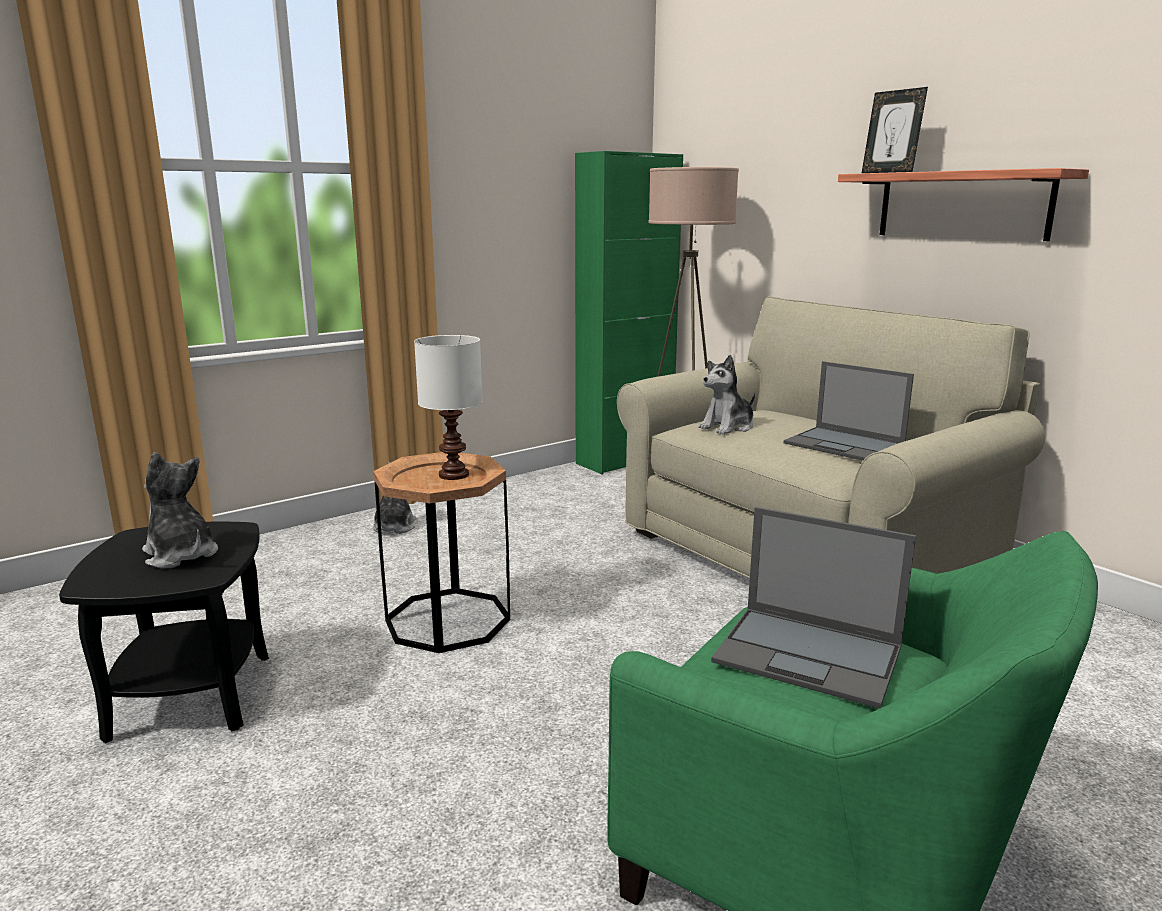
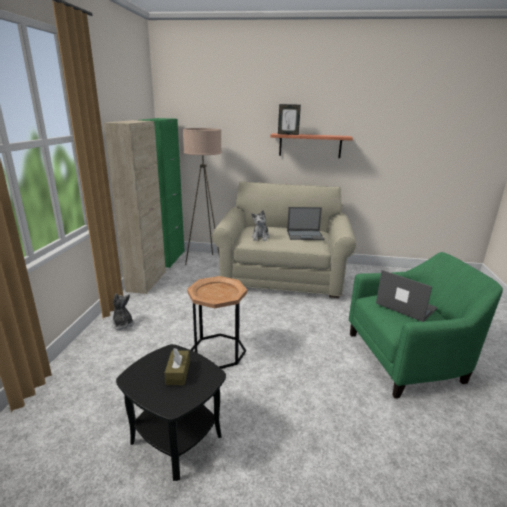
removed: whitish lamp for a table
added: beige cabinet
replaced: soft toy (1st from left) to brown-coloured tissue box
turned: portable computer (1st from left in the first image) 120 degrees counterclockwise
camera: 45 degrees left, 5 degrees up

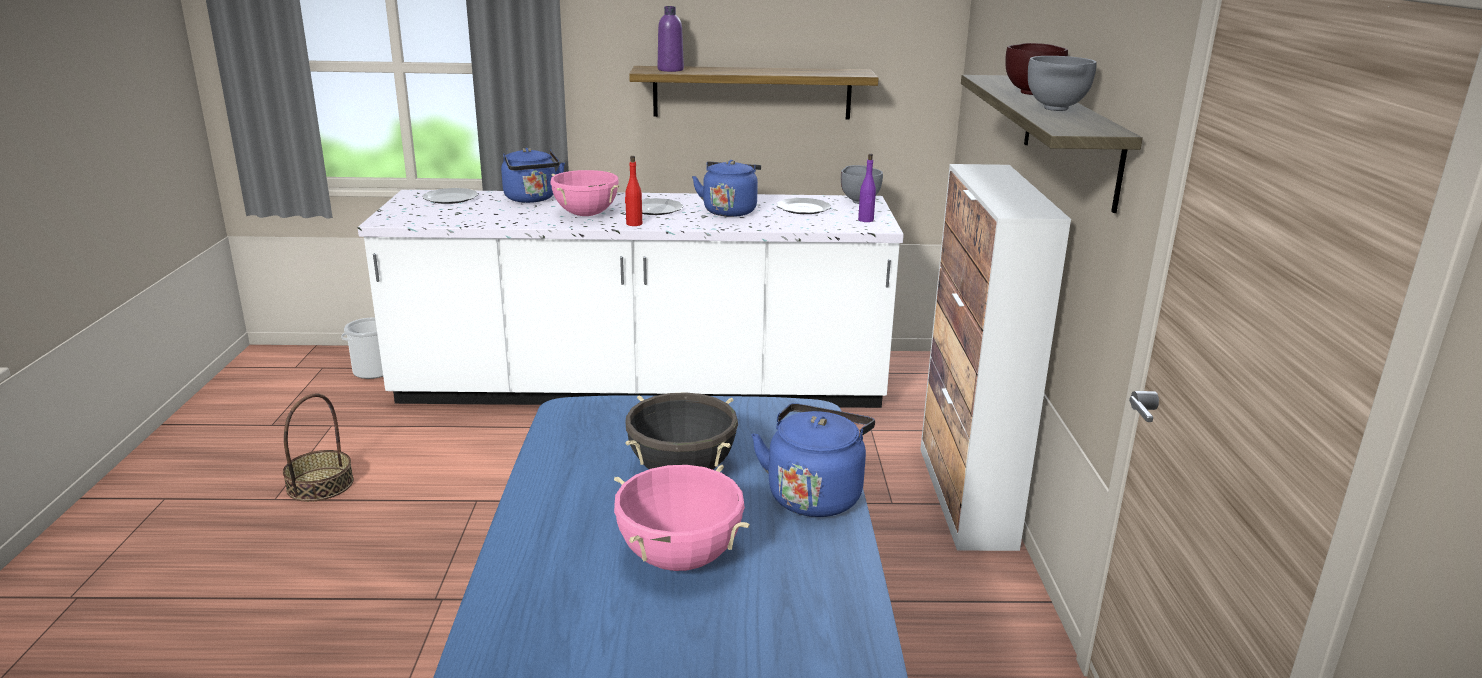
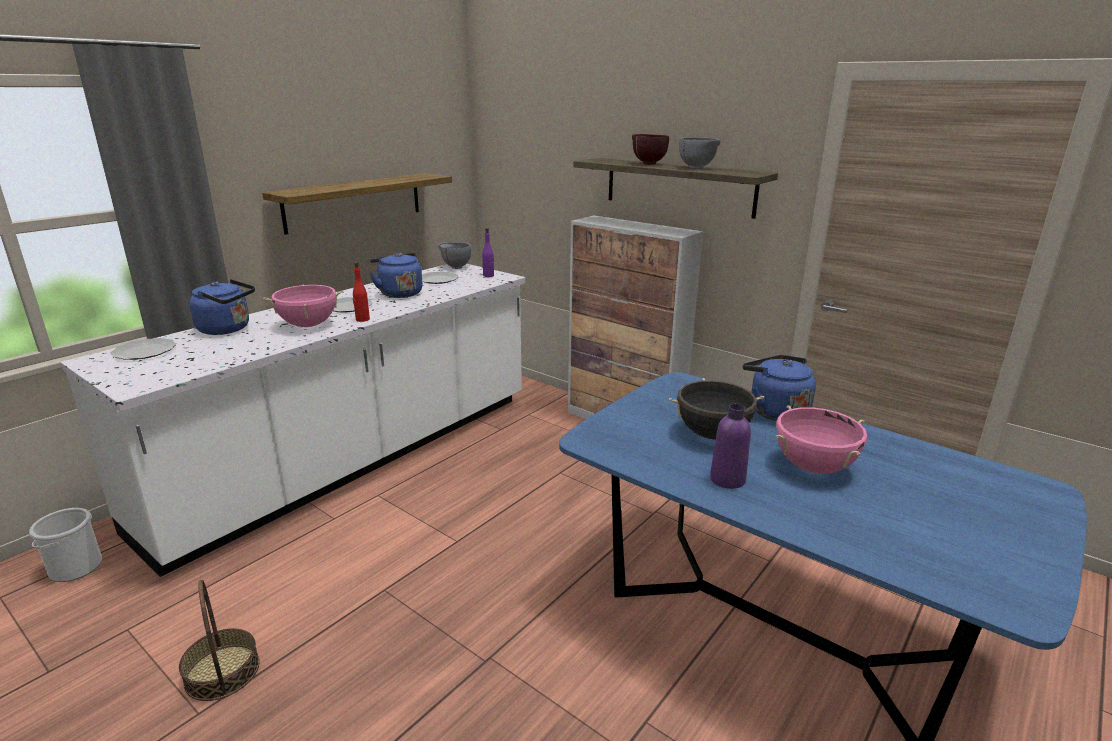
moved: purple bottle (1st from left in the first image) to purple bottle (2nd from left)
camera: 50 degrees left, 0 degrees up

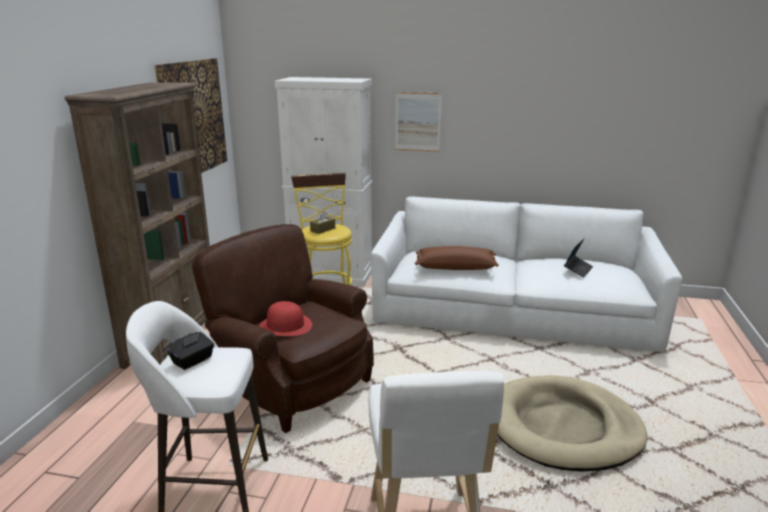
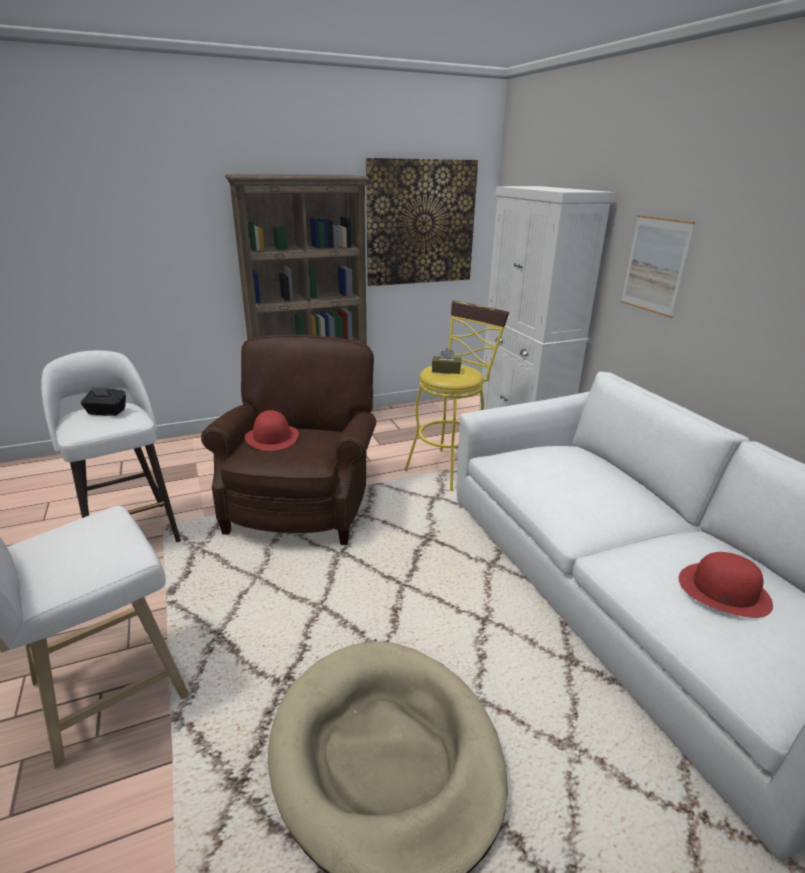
removed: brown-coloured cushion
replaced: portable computer to red-coloured wearable hat (2nd from left)
camera: 55 degrees right, 5 degrees up

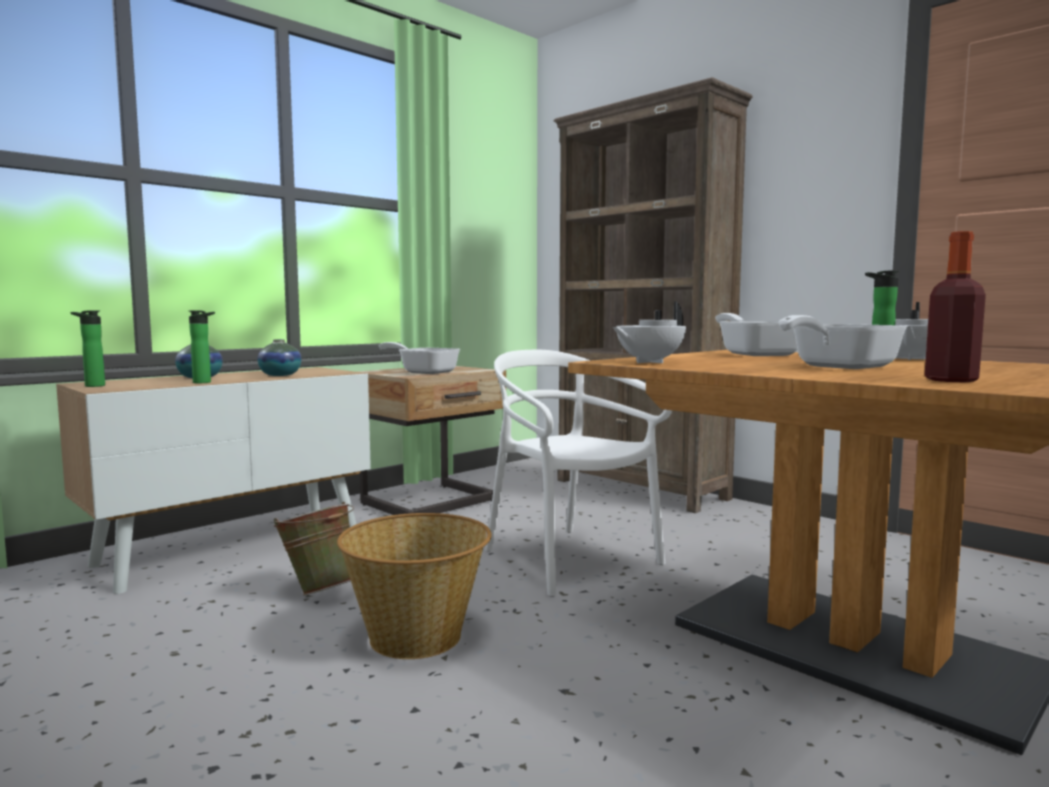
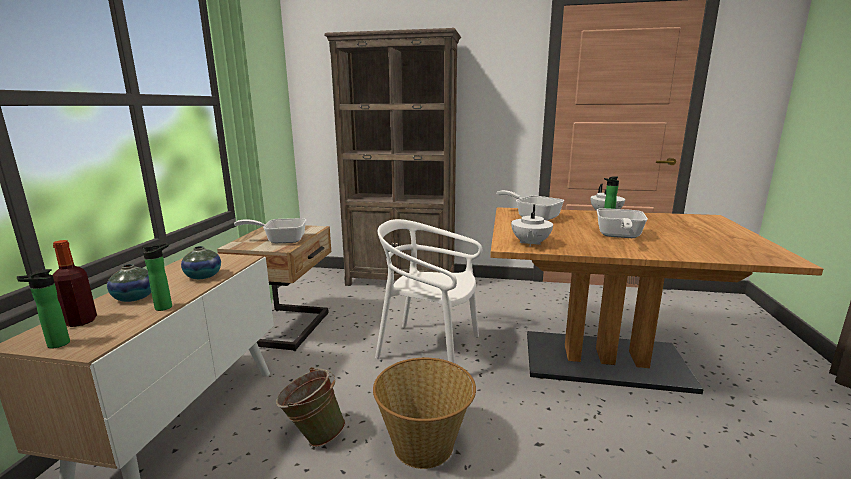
moved: bottle (4th from left in the first image) to bottle (2nd from left)
camera: 35 degrees left, 10 degrees up

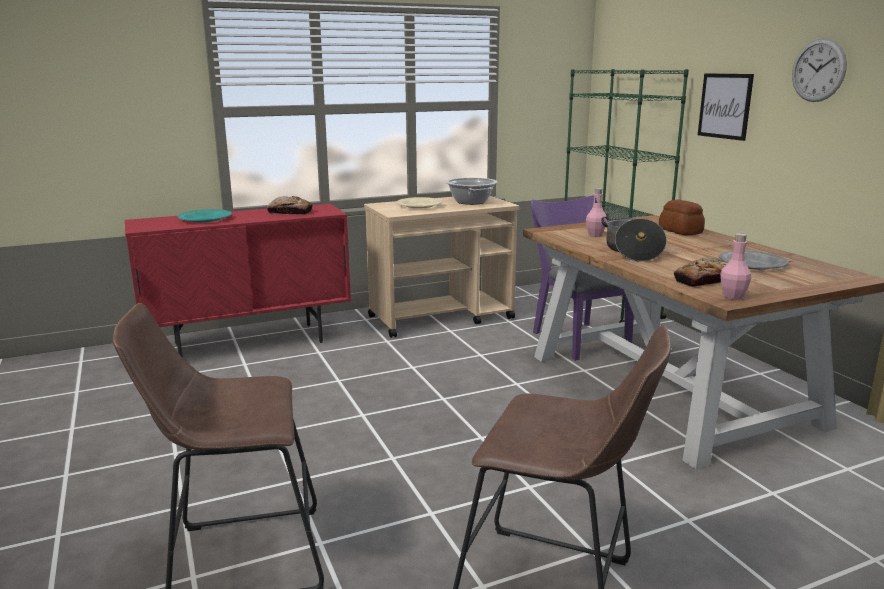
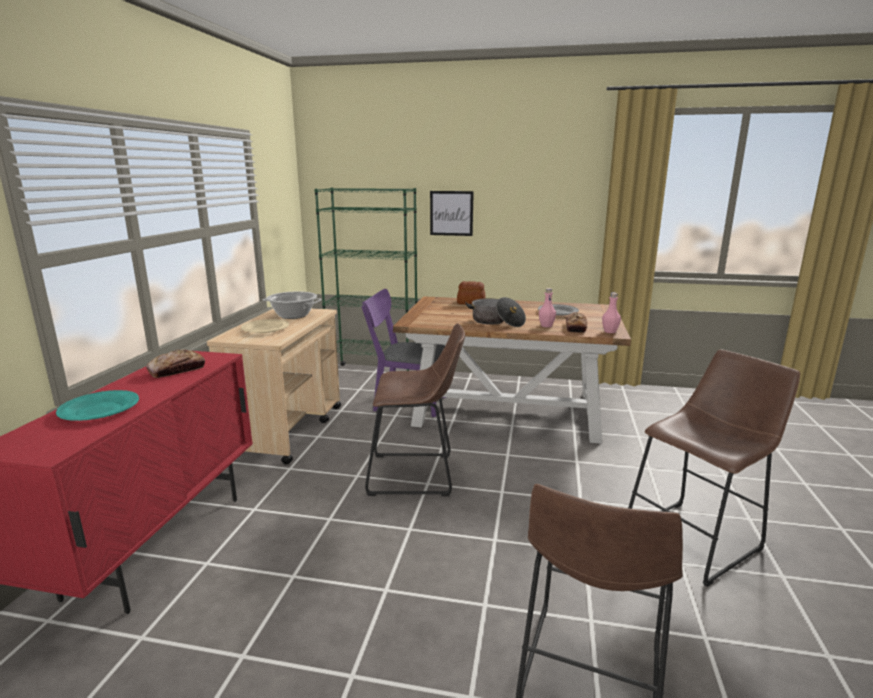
removed: clock on the wall
added: brown-coloured stool seat (1st from left)
moved: pinkish bottle (1st from left)
camera: 55 degrees left, 0 degrees up

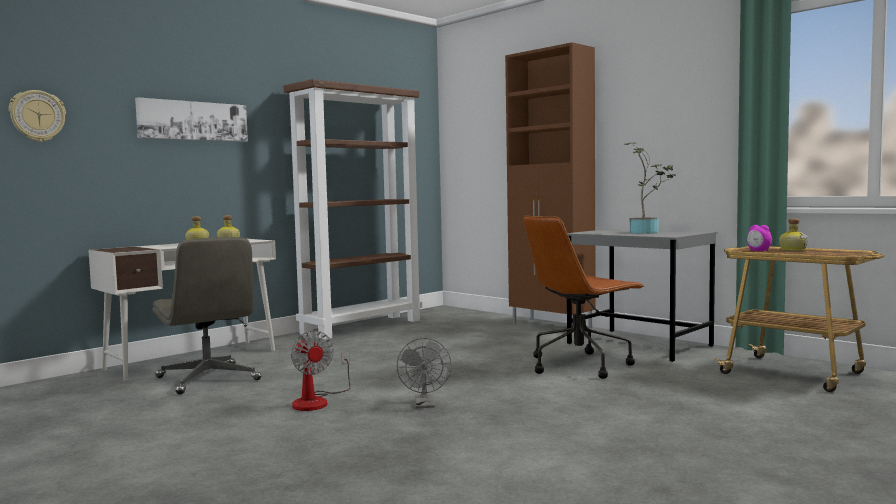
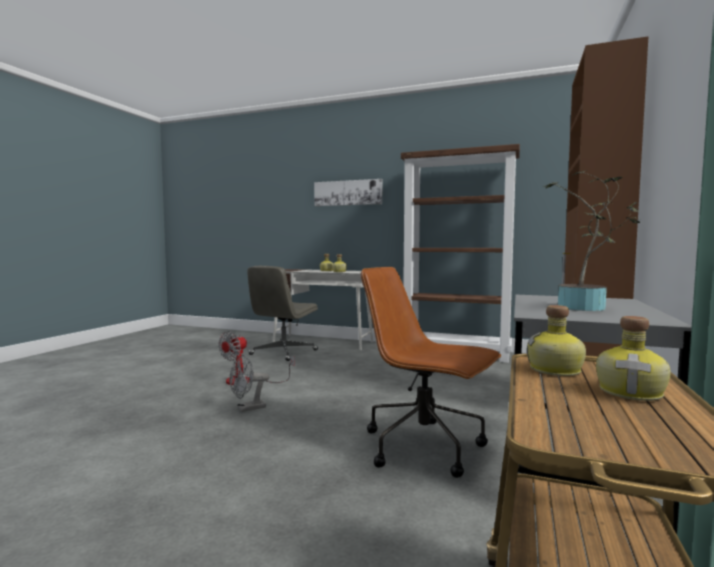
removed: clock on the wall
replaced: alarm clock to bottle (3rd from left)
camera: 65 degrees right, 0 degrees up

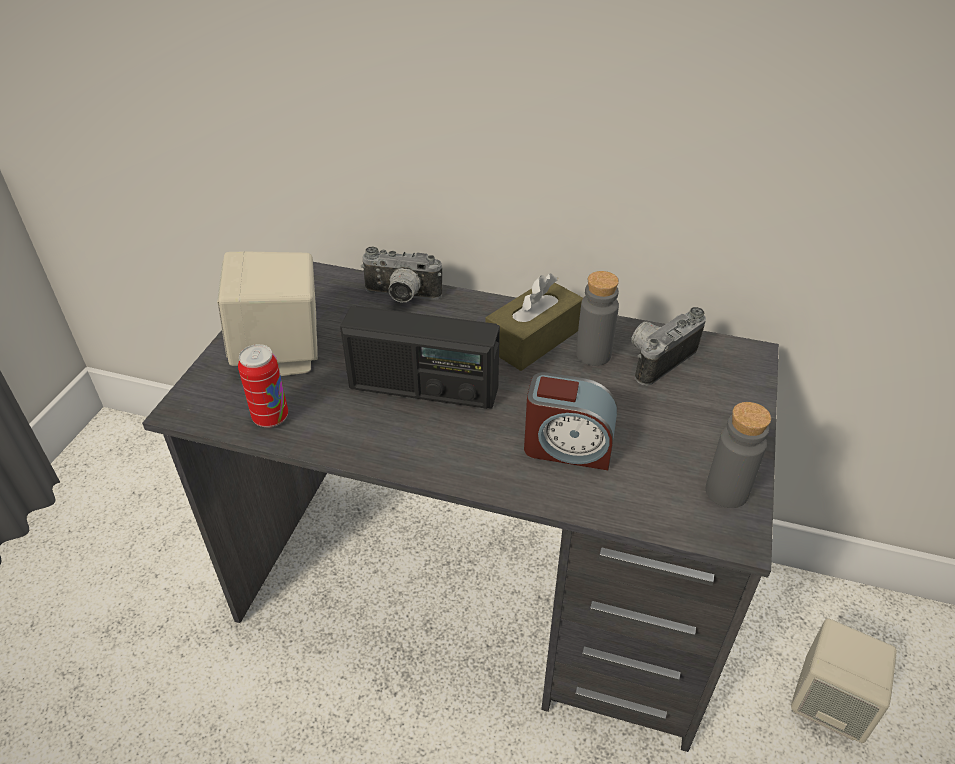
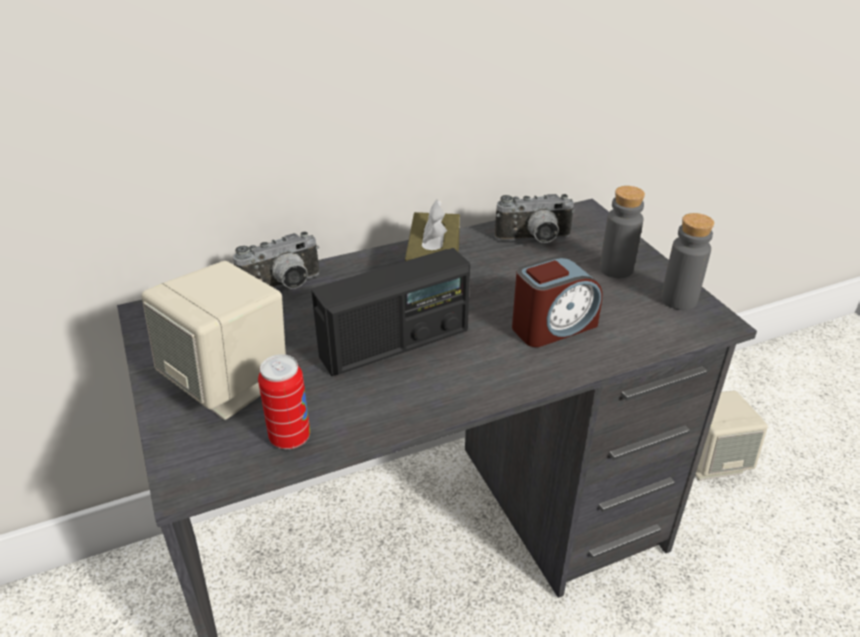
moved: gray bottle (1st from left)
turned: photo camera (2nd from left) 105 degrees counterclockwise
camera: 40 degrees left, 5 degrees down

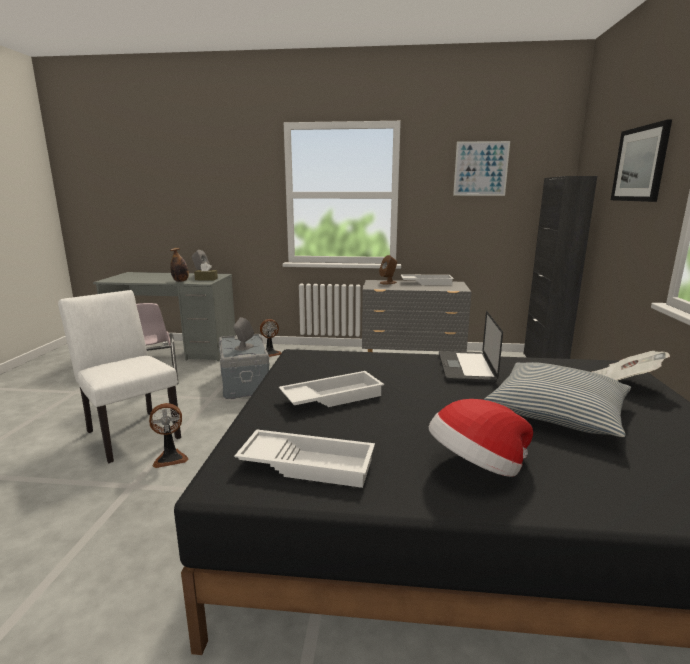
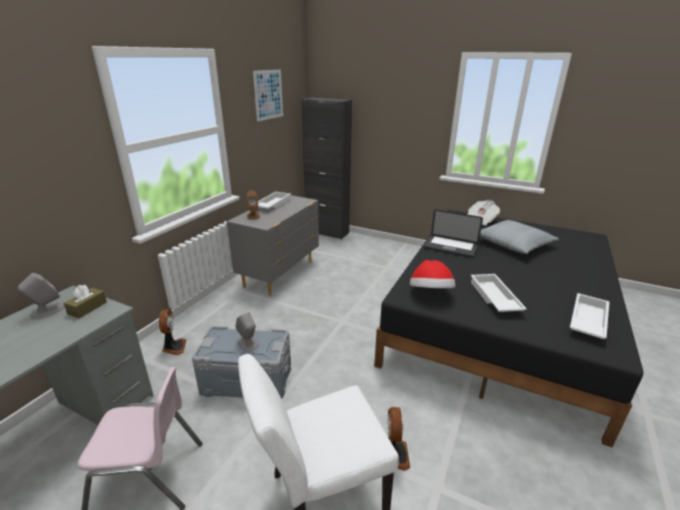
removed: bottle; wall picture (2nd from left)
moved: wearable hat
camera: 70 degrees left, 10 degrees up

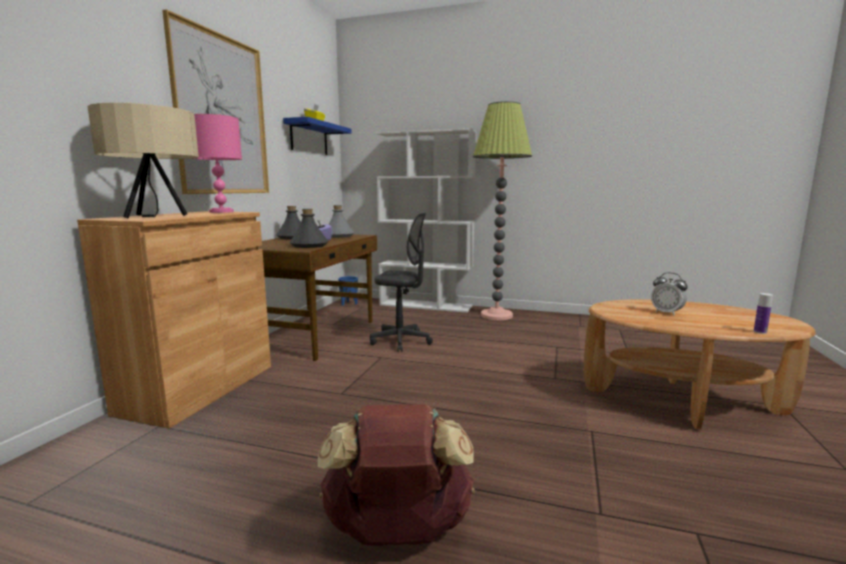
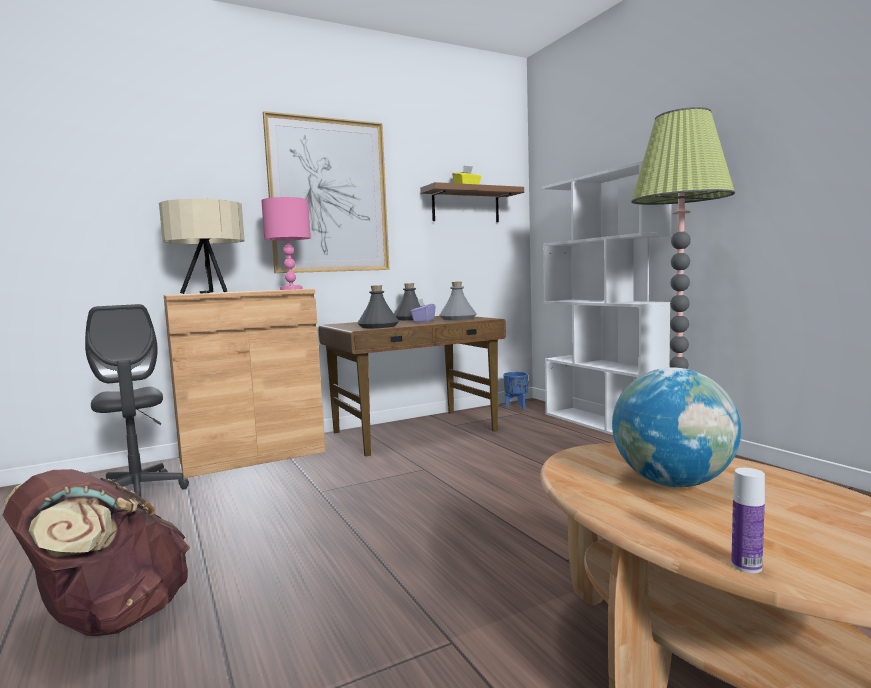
moved: gray computer chair
replaced: alarm clock to world globe
recoloured: blue wall shelf to brown-coloured wall shelf
camera: 45 degrees right, 5 degrees down

